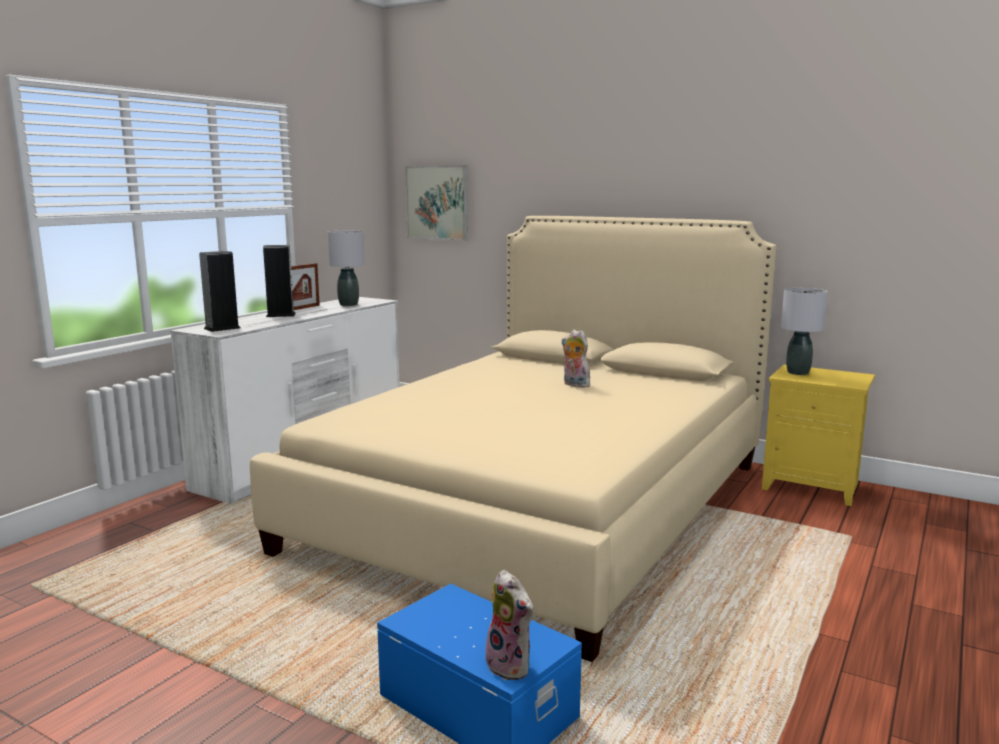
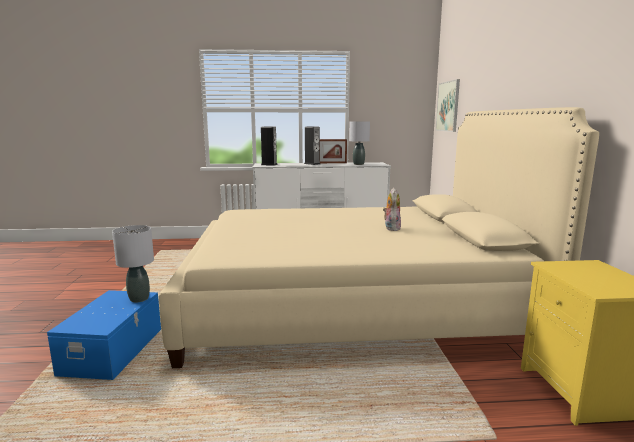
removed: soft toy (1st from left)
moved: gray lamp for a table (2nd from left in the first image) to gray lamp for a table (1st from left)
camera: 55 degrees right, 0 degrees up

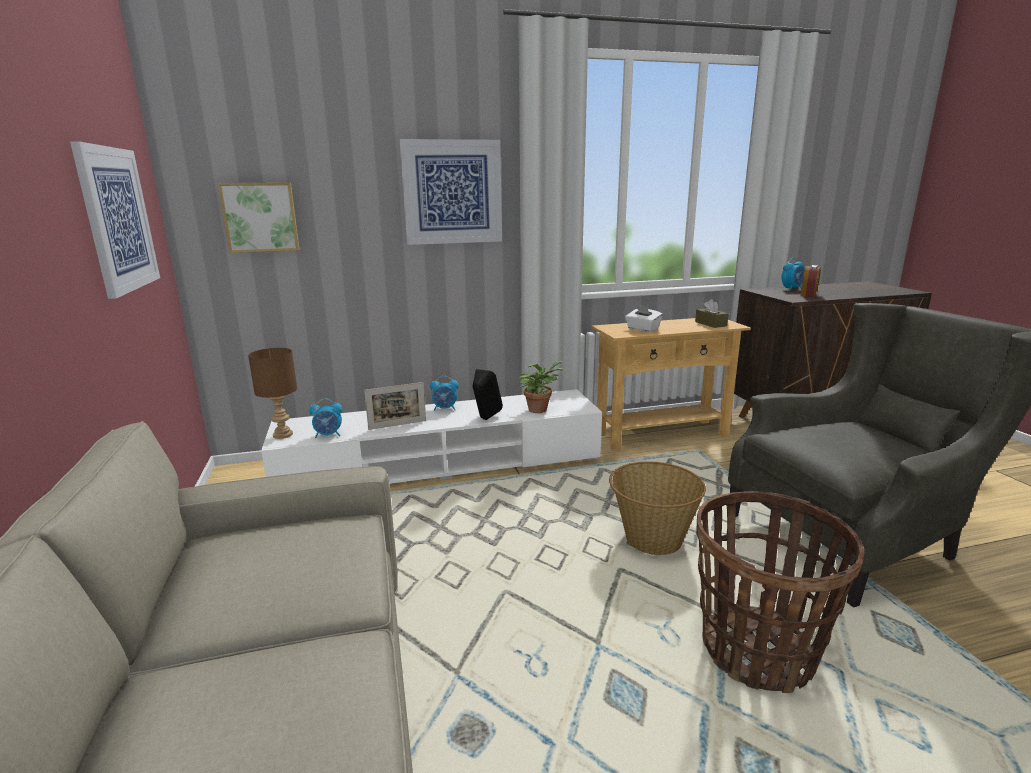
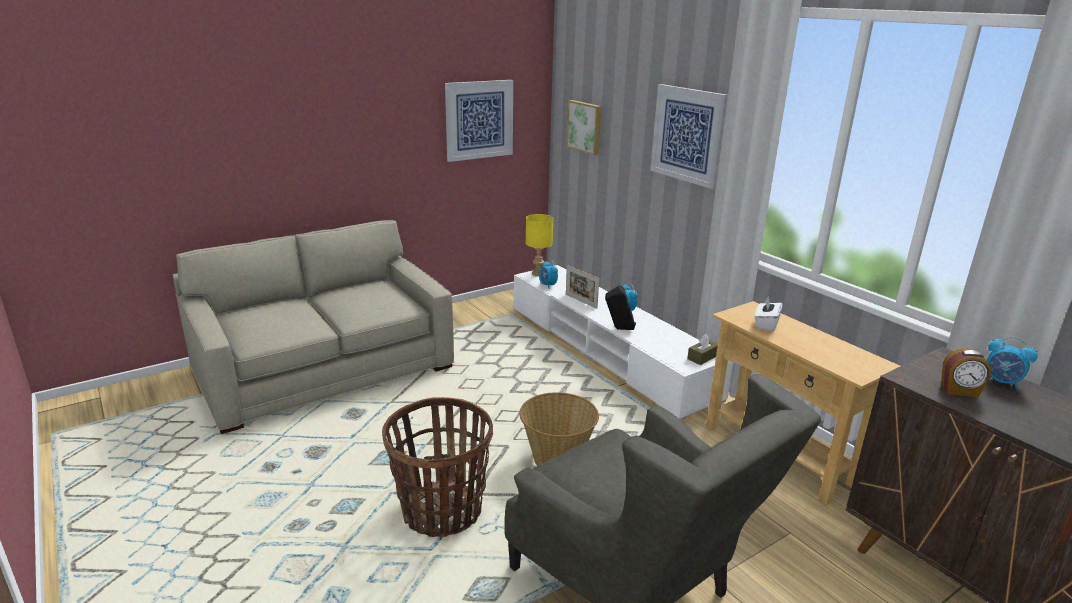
removed: houseplant
moved: brown-coloured tissue box
recoloured: brown-coloured lamp for a table to yellowish lamp for a table
camera: 70 degrees right, 5 degrees up

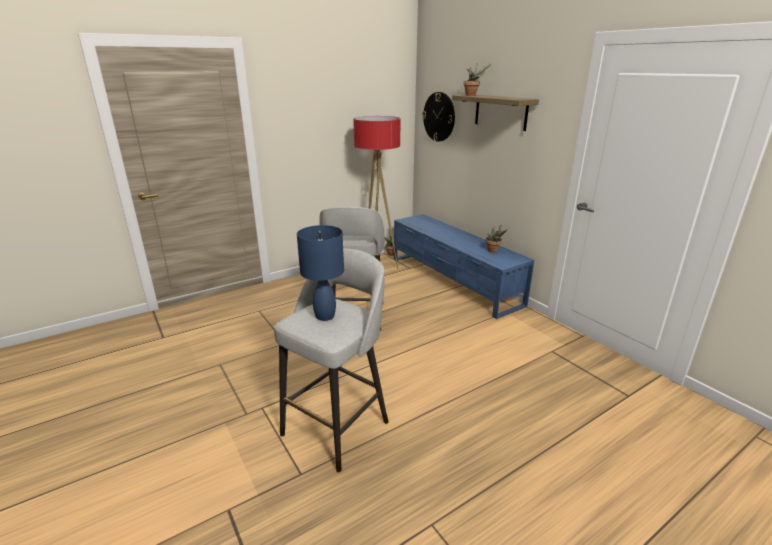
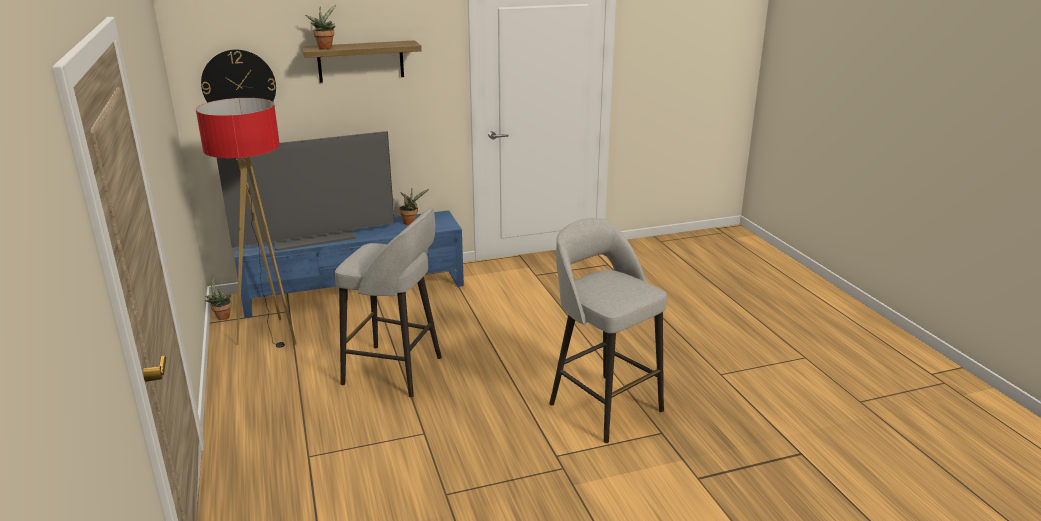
removed: blue lamp for a table
added: TV
camera: 75 degrees left, 0 degrees up

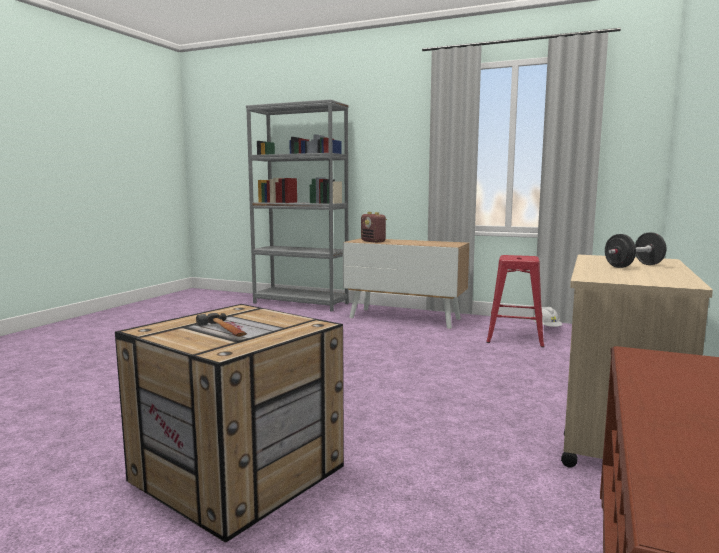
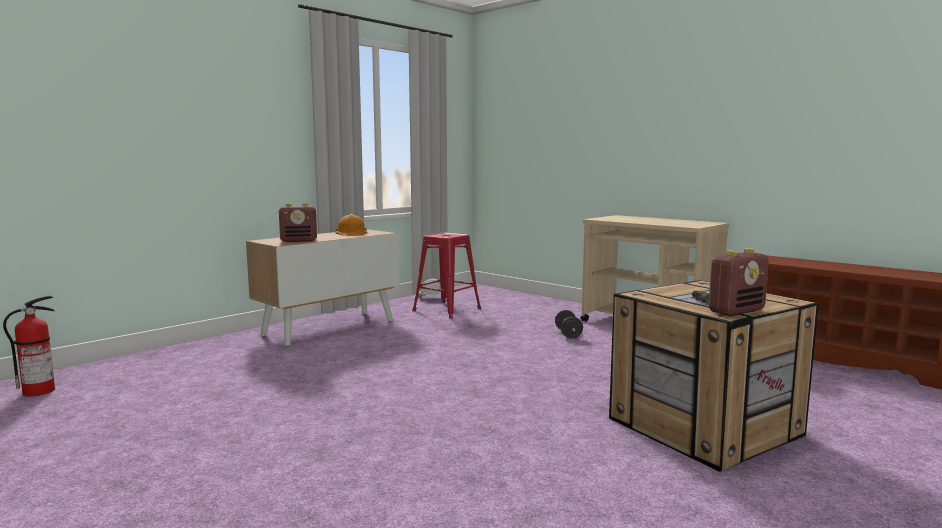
removed: gray bookcase
added: fire-fighting cylinder; orangey hard hat; radio set (2nd from left)
moved: black-coloured hand weight
camera: 70 degrees left, 0 degrees up

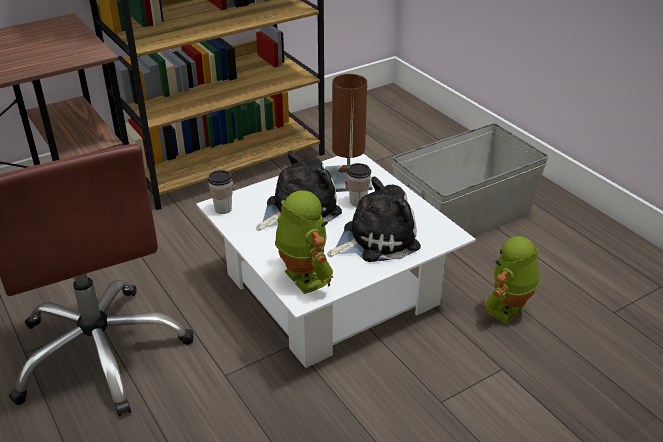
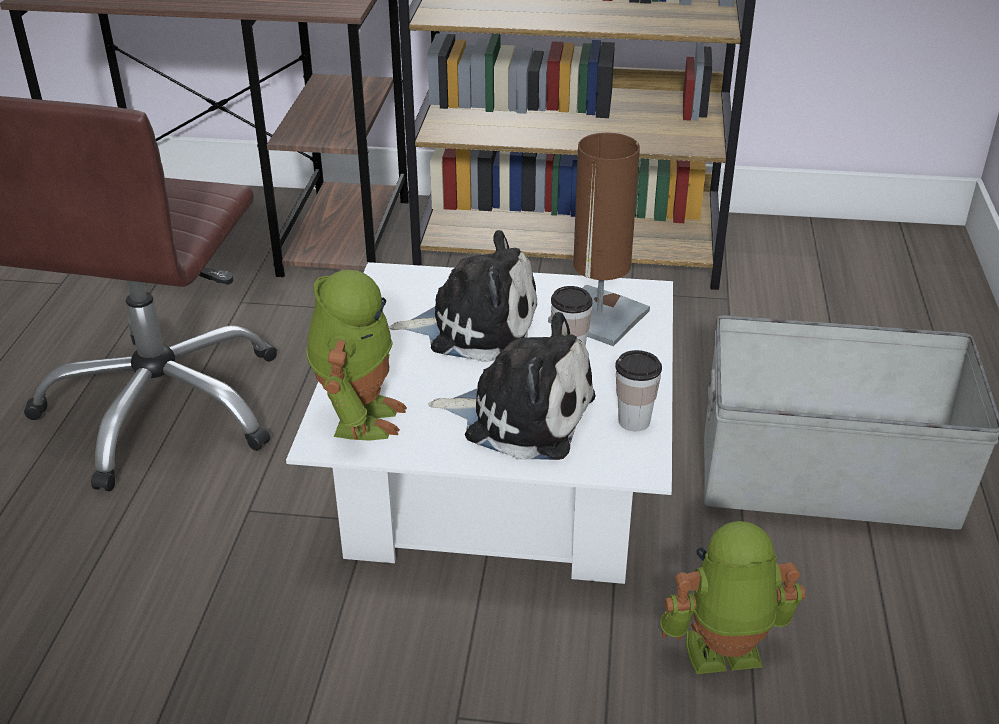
moved: drinking cup (1st from left in the first image) to drinking cup (2nd from left)
camera: 40 degrees right, 0 degrees up

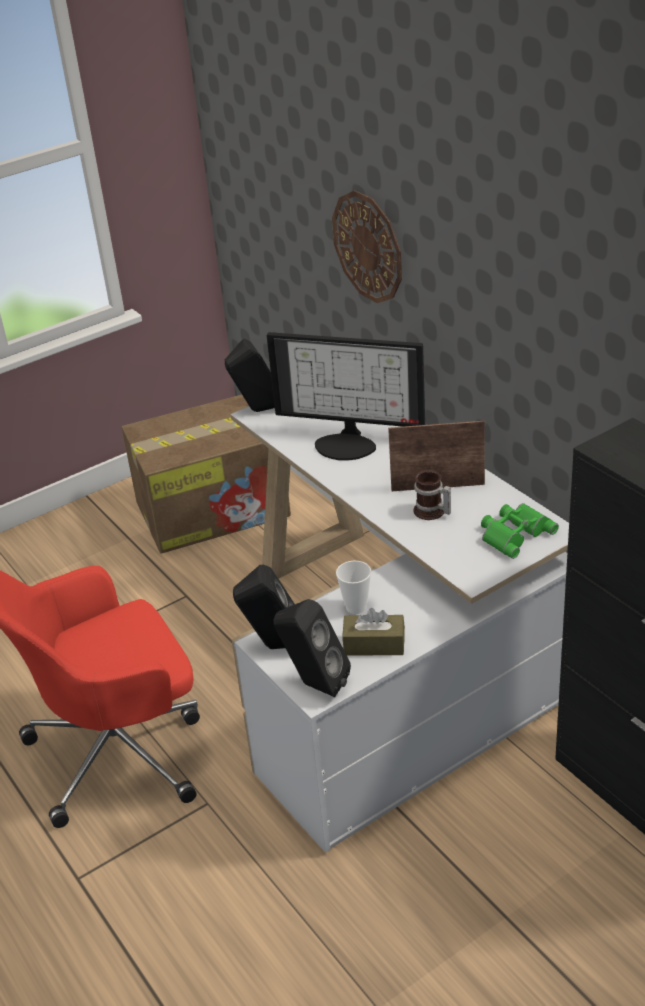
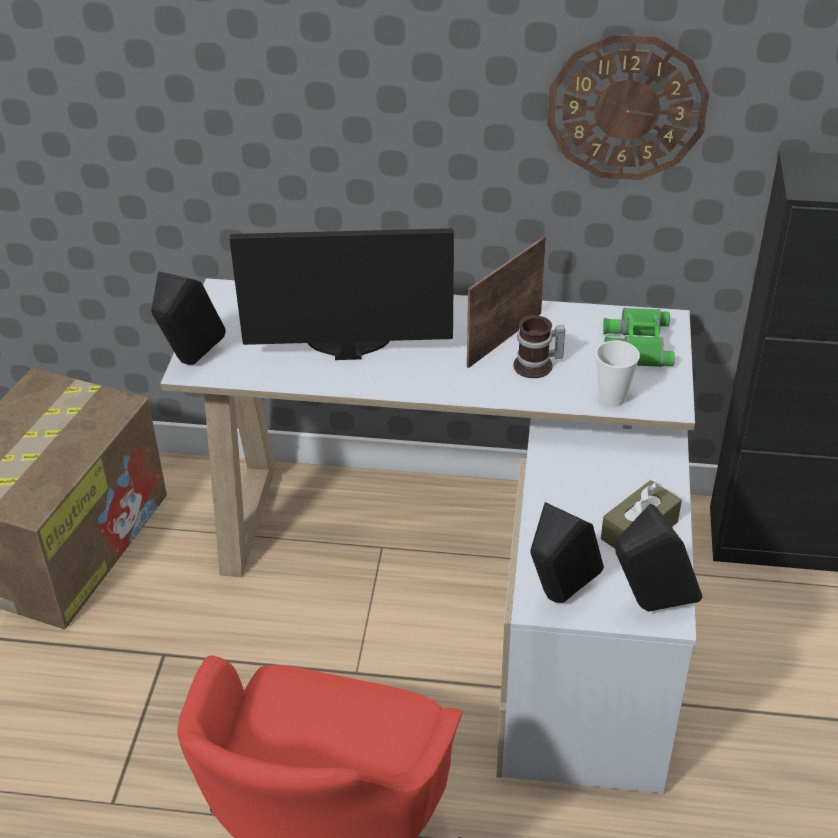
moved: clock on the wall; drinking cup
turned: computer display 150 degrees counterclockwise
camera: 50 degrees left, 5 degrees up

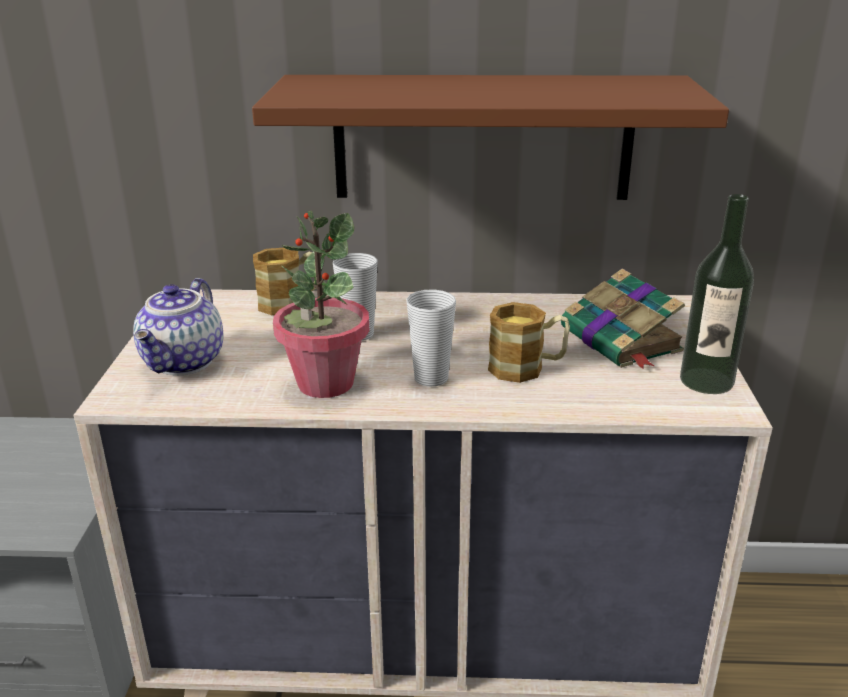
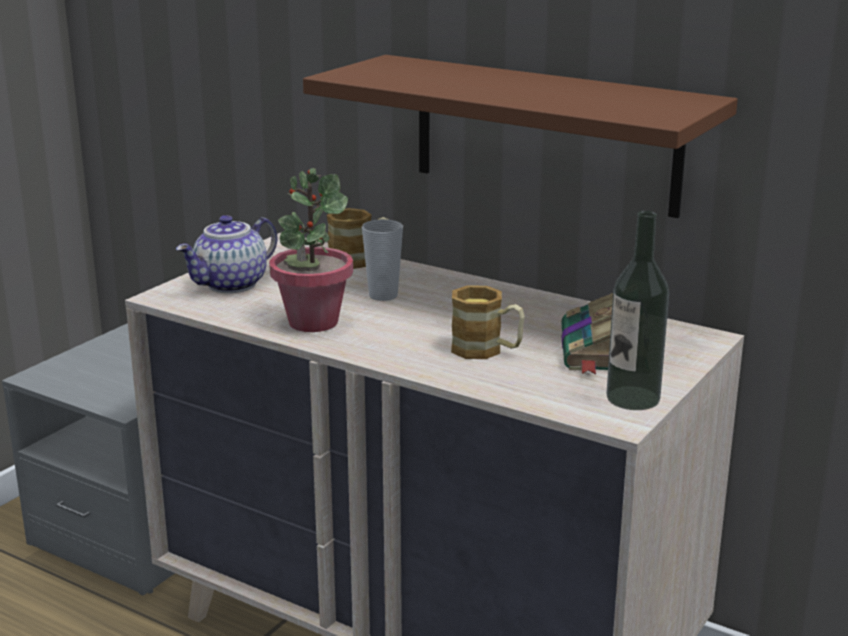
removed: drinking cup (2nd from left)
camera: 30 degrees right, 5 degrees down

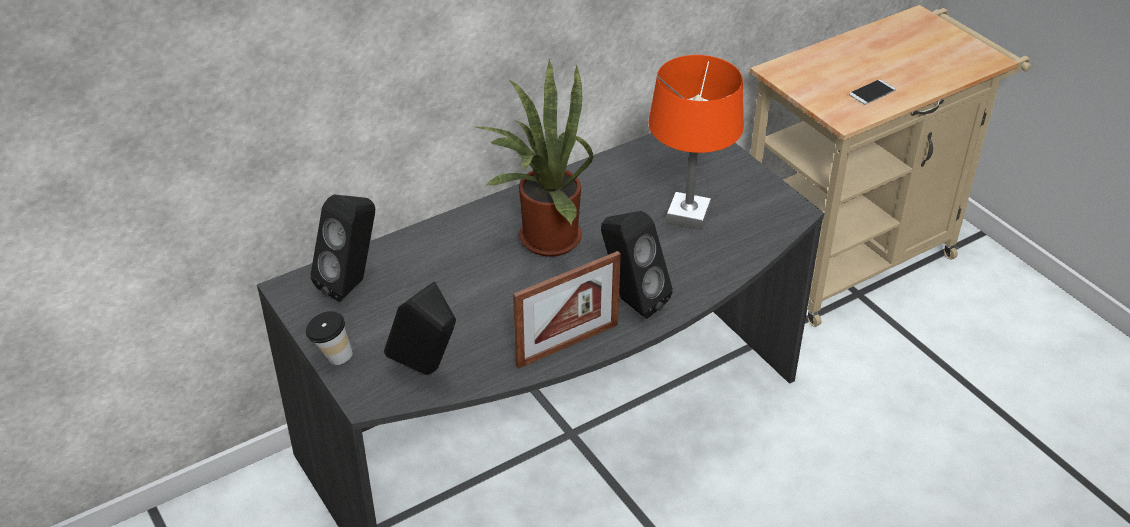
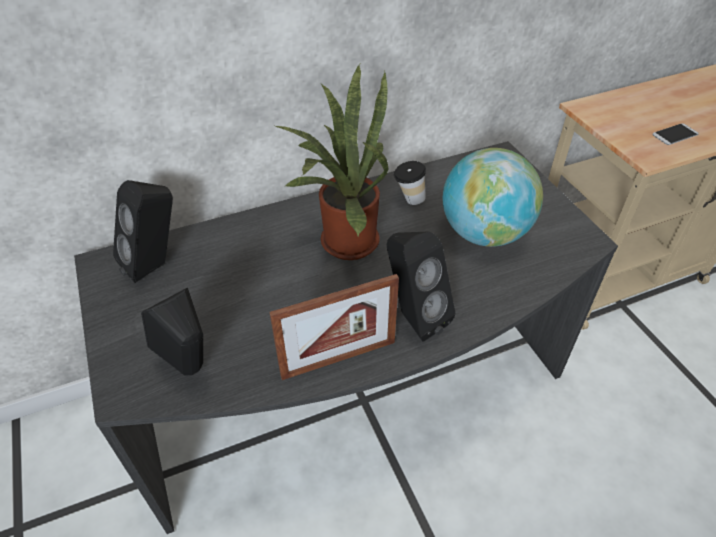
moved: drinking cup
replaced: orangey lamp for a table to world globe
camera: 10 degrees right, 5 degrees up

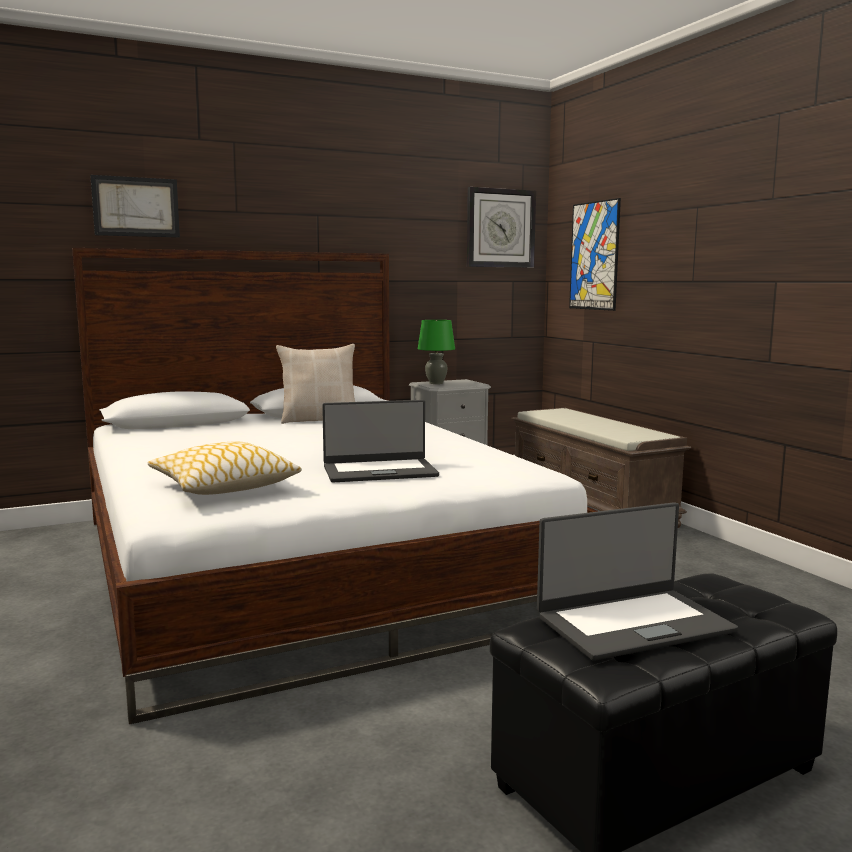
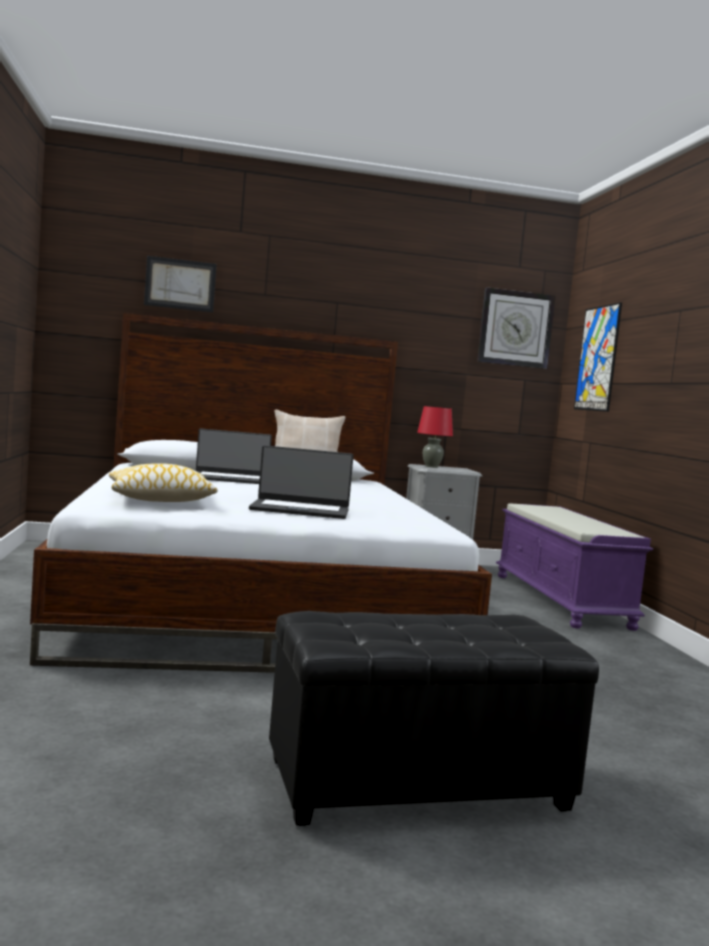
moved: portable computer (2nd from left in the first image) to portable computer (1st from left)
recoloured: greenish lamp for a table to red-coloured lamp for a table; brown-coloured bench to purple bench
camera: 15 degrees right, 5 degrees down

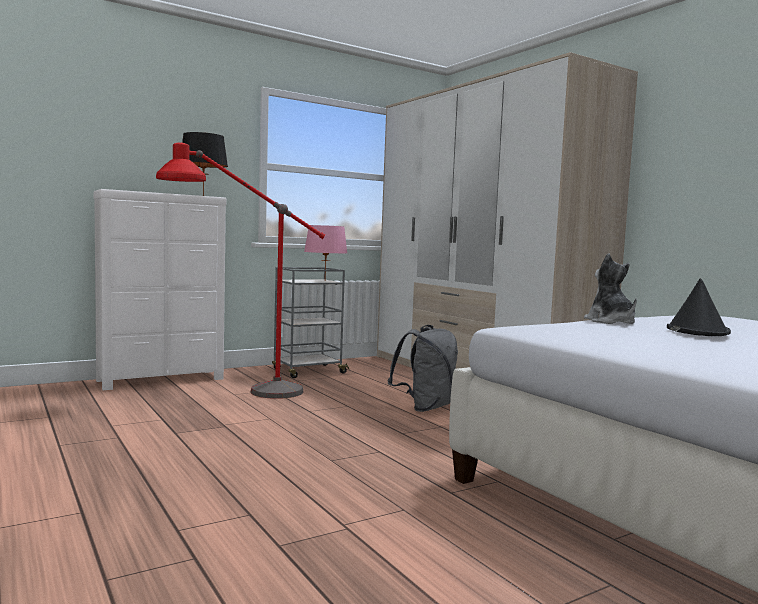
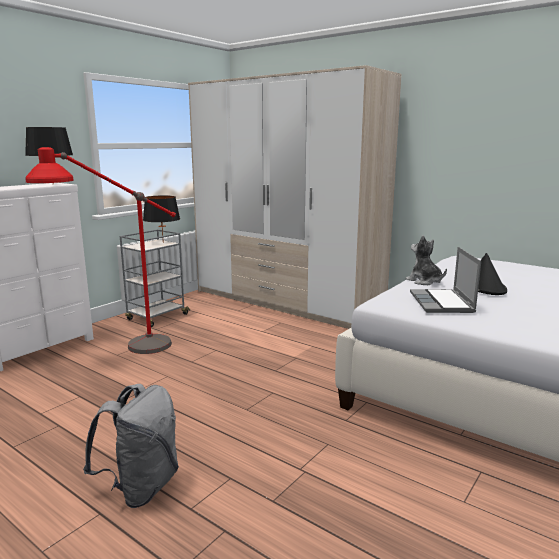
added: portable computer
moved: gray knapsack
recoloured: pinkish lamp for a table to black-coloured lamp for a table (2nd from left)
camera: 20 degrees left, 10 degrees up

